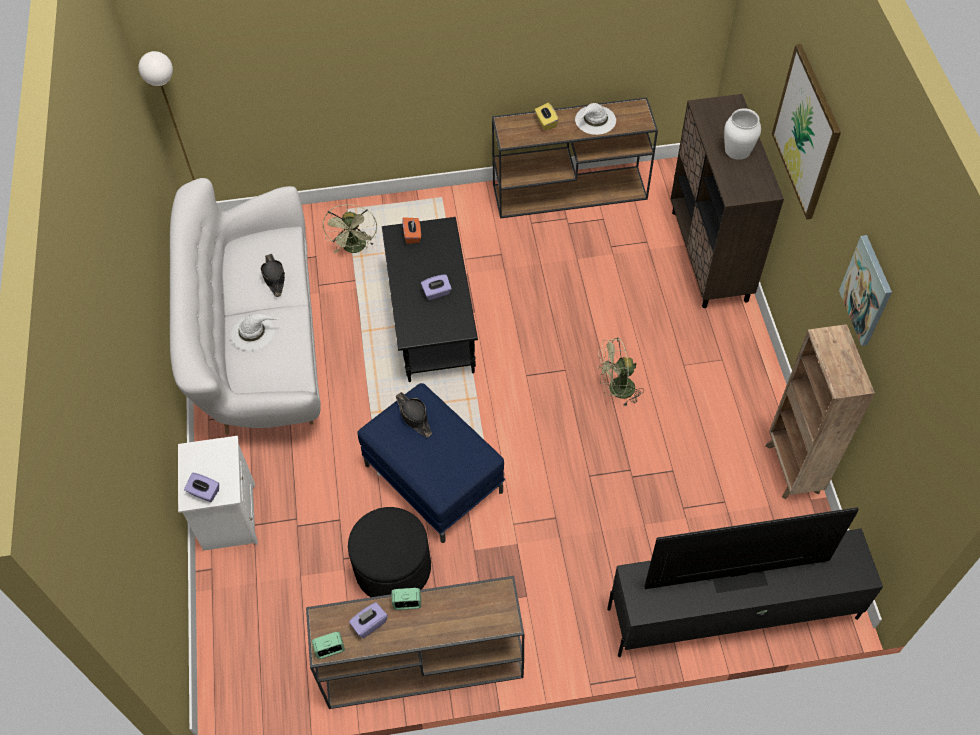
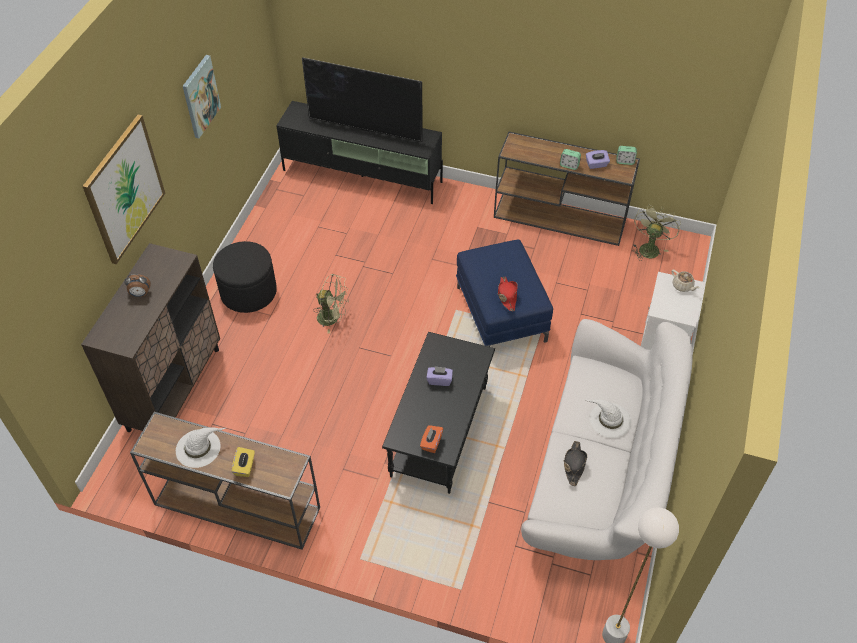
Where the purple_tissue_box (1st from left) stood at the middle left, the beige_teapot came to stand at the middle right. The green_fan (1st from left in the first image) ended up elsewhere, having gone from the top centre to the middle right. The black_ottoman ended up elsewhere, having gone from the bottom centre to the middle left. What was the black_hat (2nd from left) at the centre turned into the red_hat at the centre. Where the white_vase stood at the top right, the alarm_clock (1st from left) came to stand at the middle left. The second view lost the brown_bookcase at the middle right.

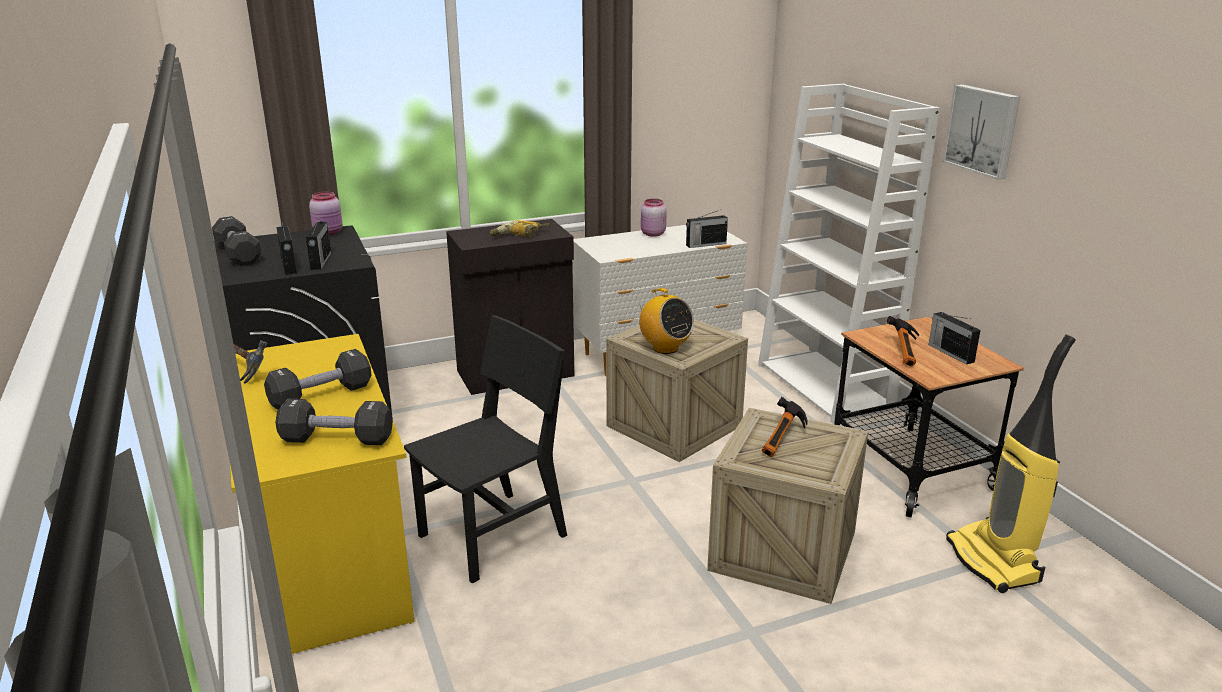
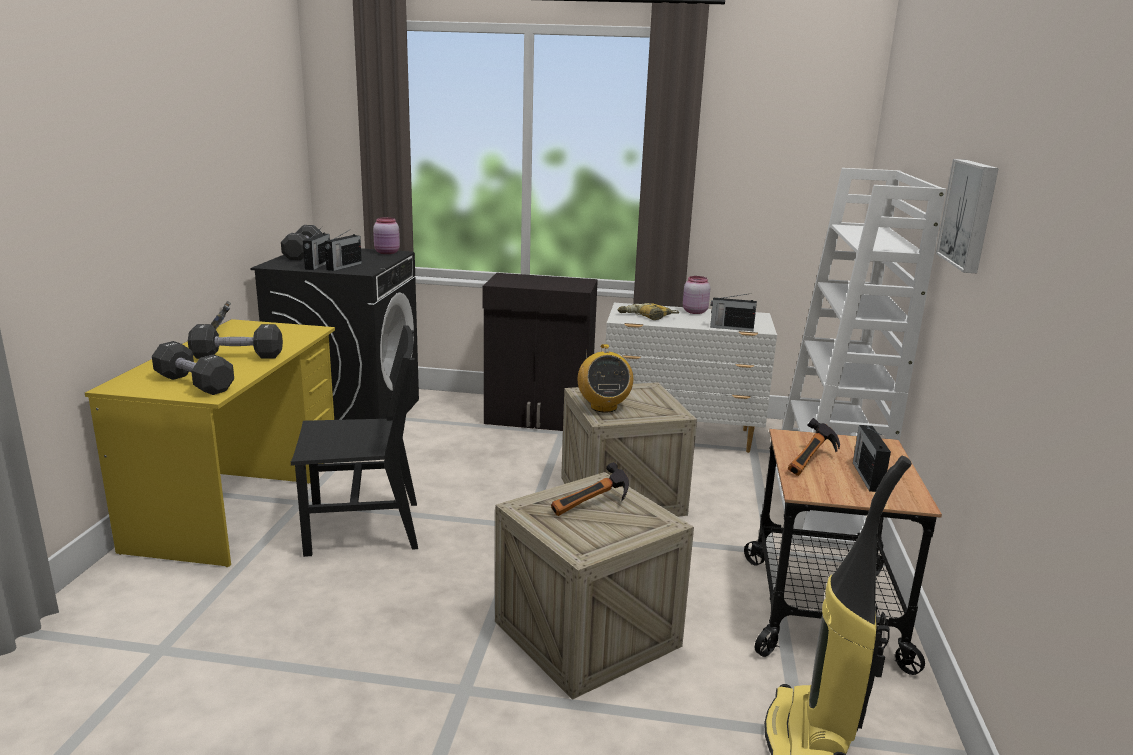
The power_drill ended up elsewhere, having gone from the top centre to the centre.

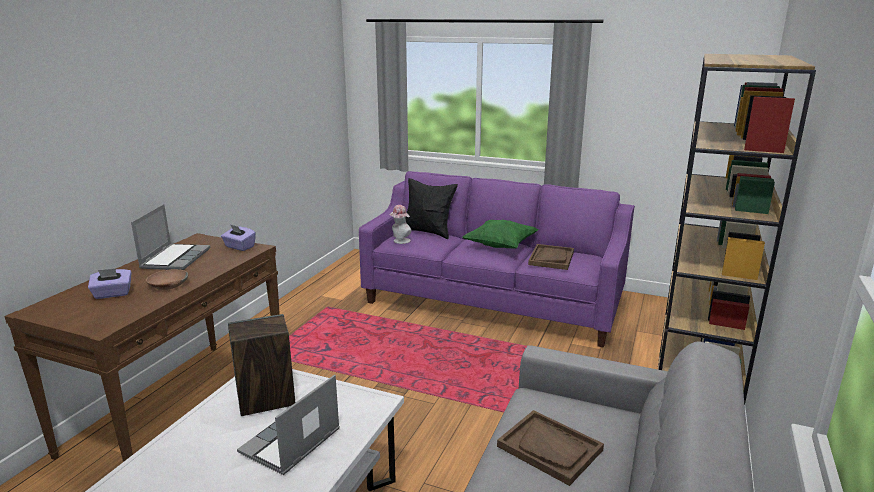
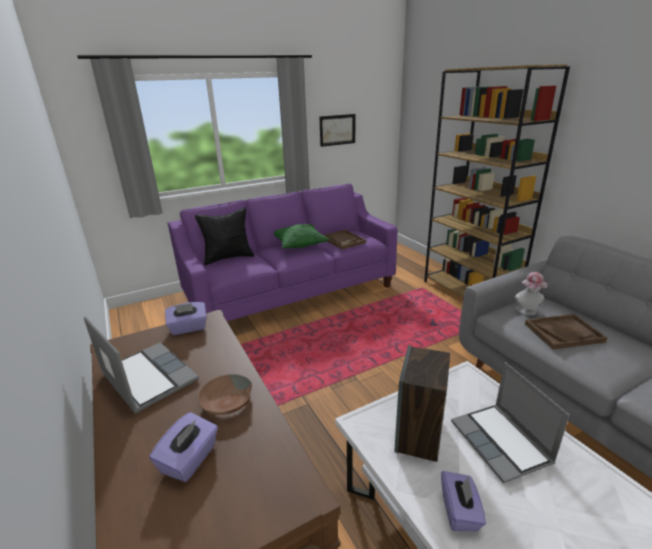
The hat ended up elsewhere, having gone from the centre to the middle right. The second view gained the picture at the top centre. The second view gained the purple_tissue_box (3rd from left) at the bottom right.

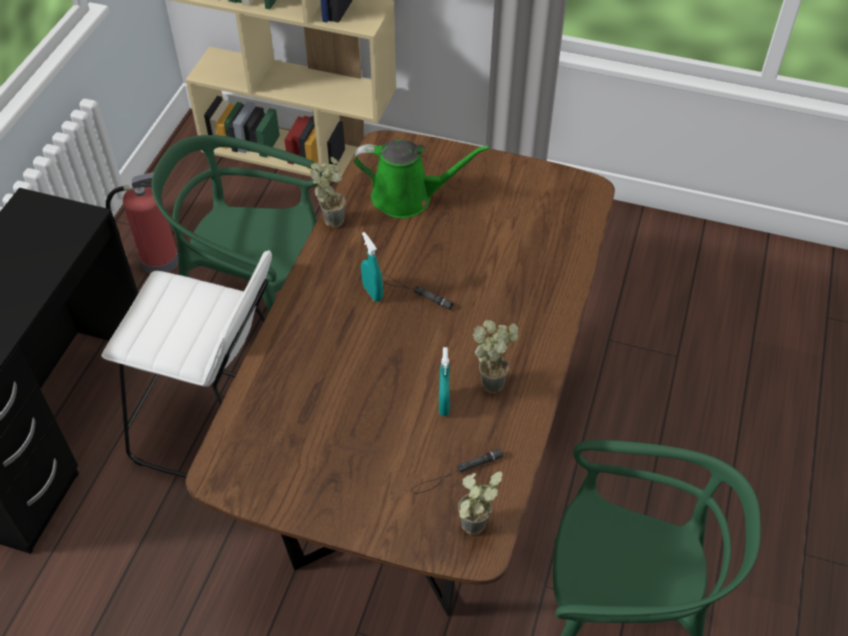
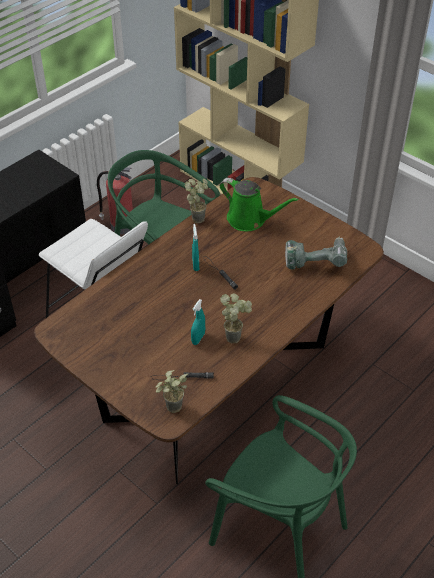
The second view gained the power_drill at the middle right.

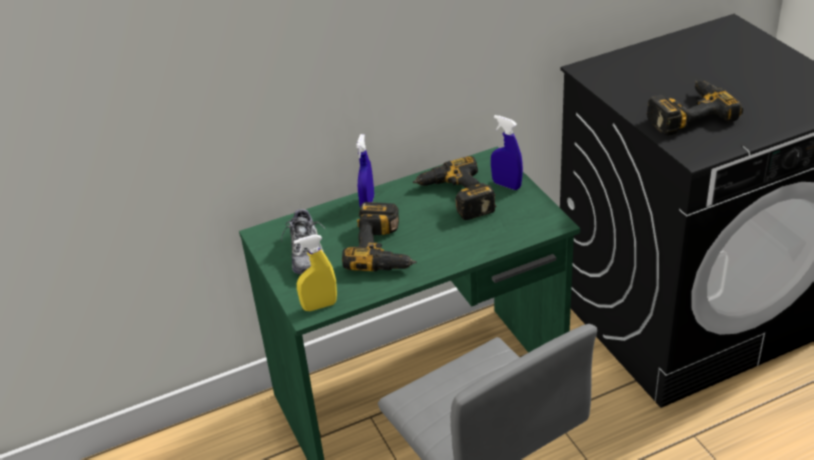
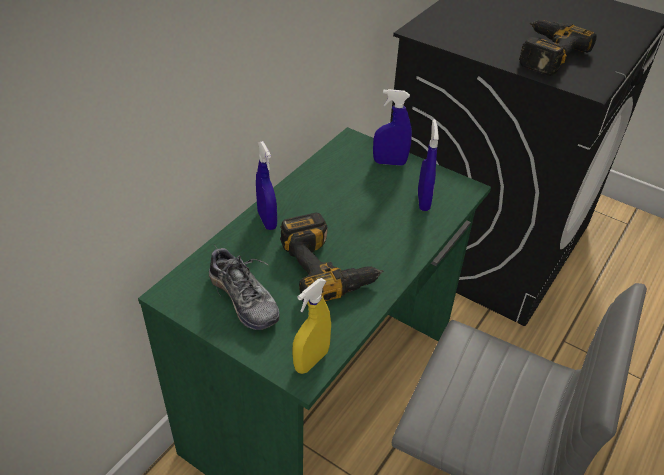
The second view lost the power_drill (2nd from left) at the centre. The second view gained the blue_spray_bottle (3rd from left) at the centre.

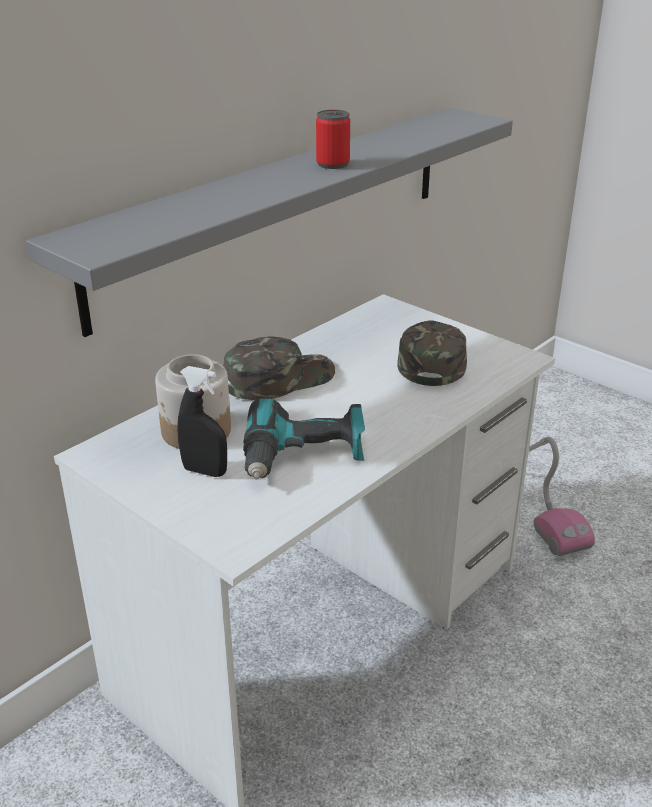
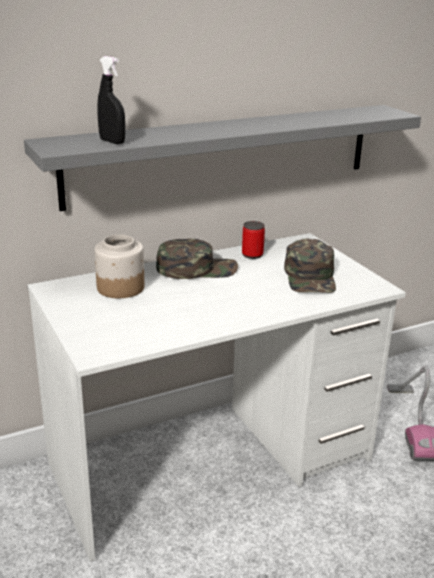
The black_spray_bottle ended up elsewhere, having gone from the middle left to the top left. The second view lost the power_drill at the centre. The can ended up elsewhere, having gone from the top centre to the centre. The green_cap (2nd from left) at the centre ended up facing another way, 150 degrees clockwise from before.

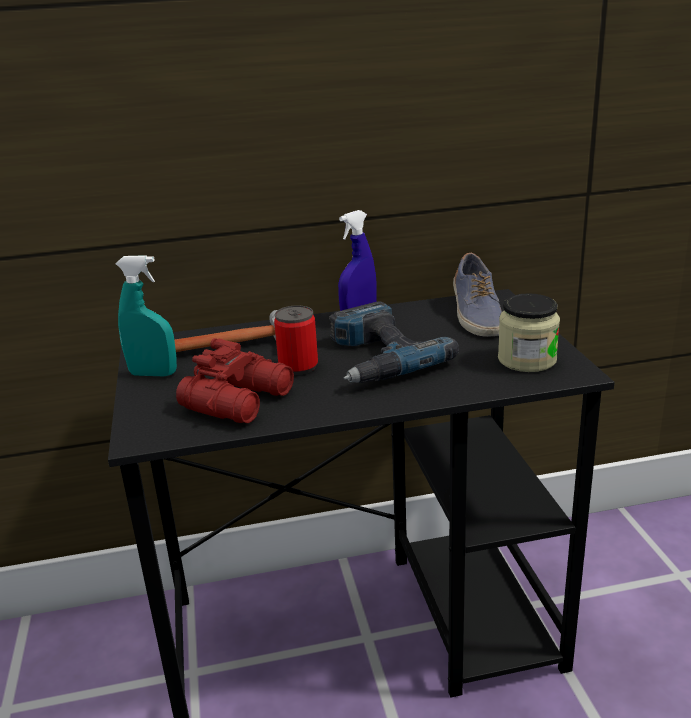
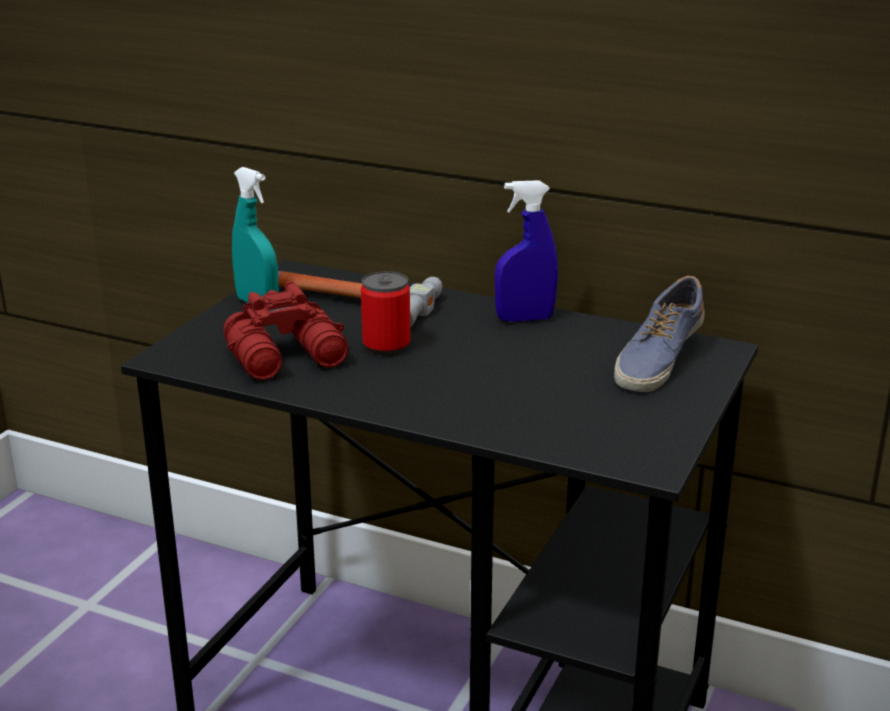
The second view lost the power_drill at the centre. The second view lost the jar at the middle right.

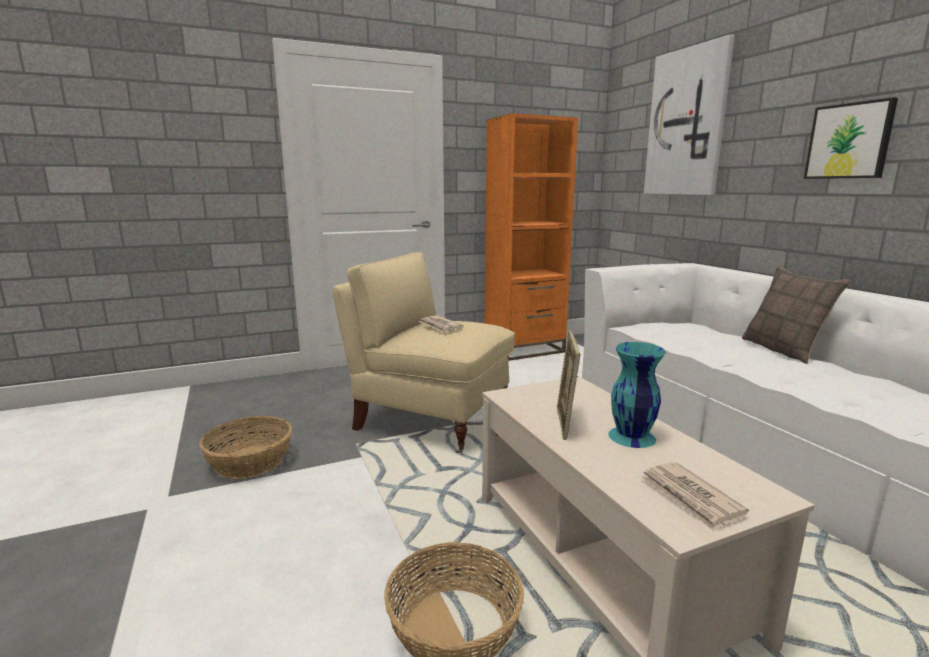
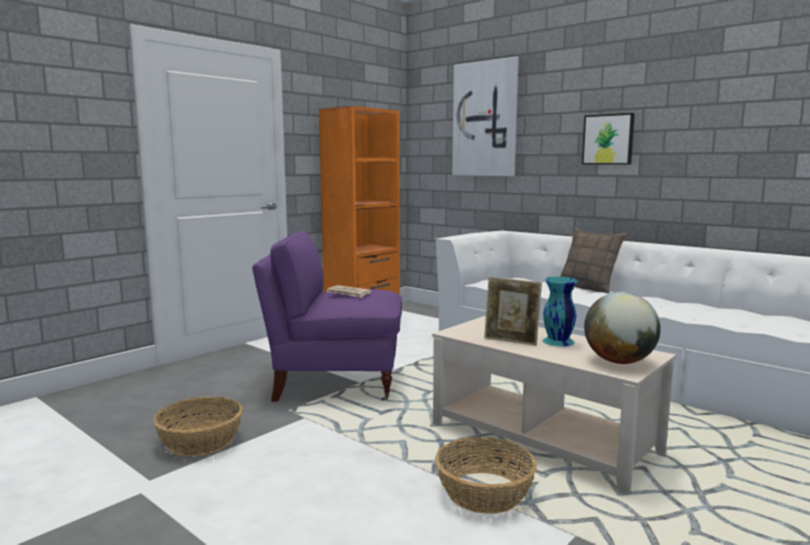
What was the beige_armchair at the centre turned into the purple_armchair at the centre. The picture_frame at the centre ended up facing another way, 45 degrees counterclockwise from before. Where the newspaper (2nd from left) stood at the bottom right, the globe came to stand at the middle right.

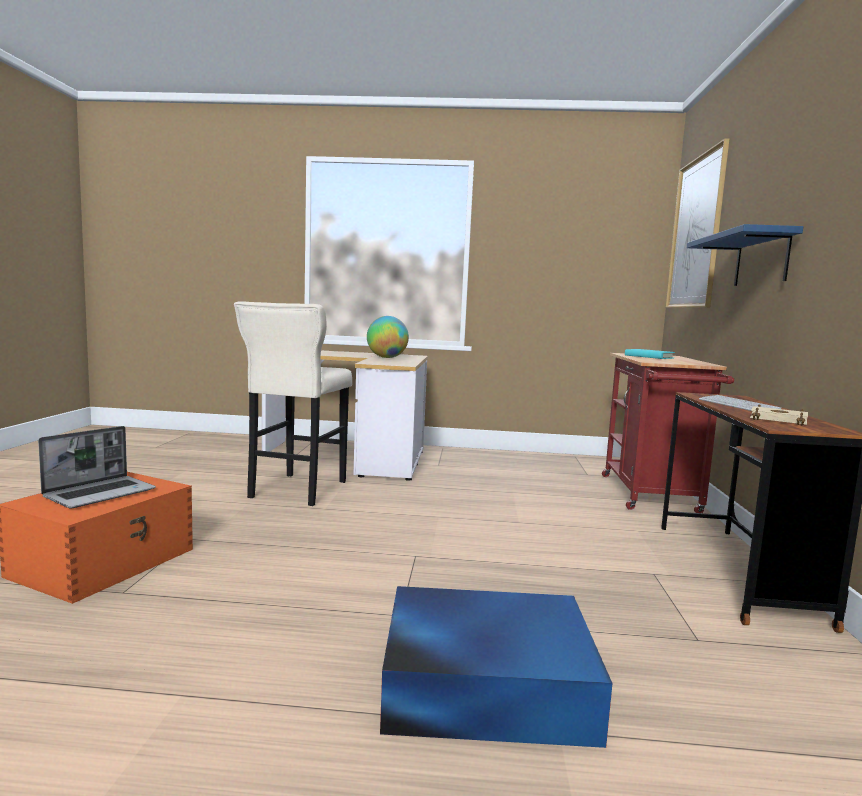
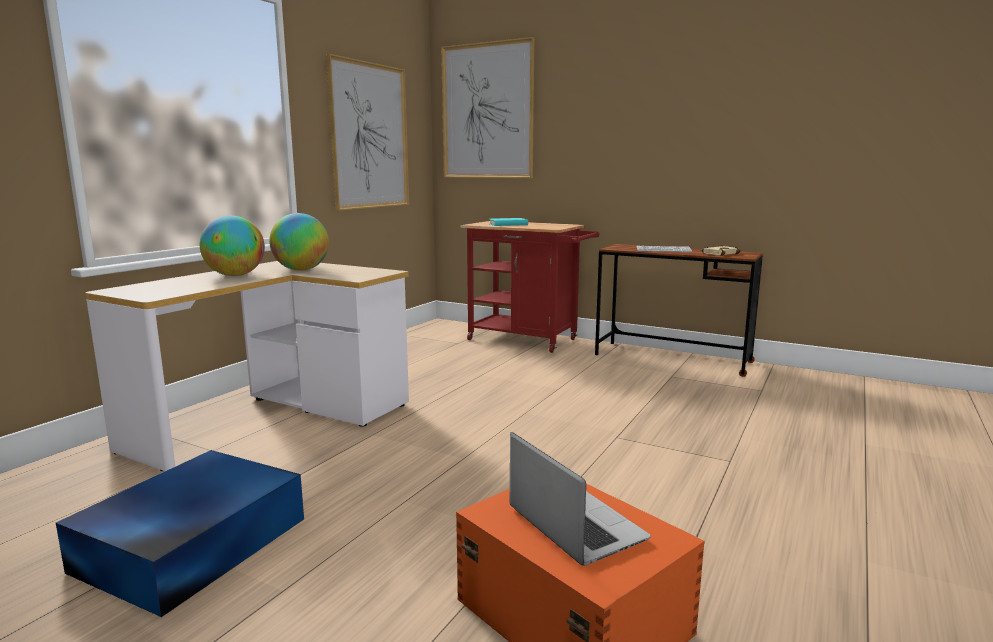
The second view lost the beige_stool at the centre. The blue_storage_box ended up elsewhere, having gone from the bottom centre to the bottom left. The second view lost the blue_shelf at the top right. The second view gained the globe (1st from left) at the middle left. The second view gained the picture (1st from left) at the top centre.

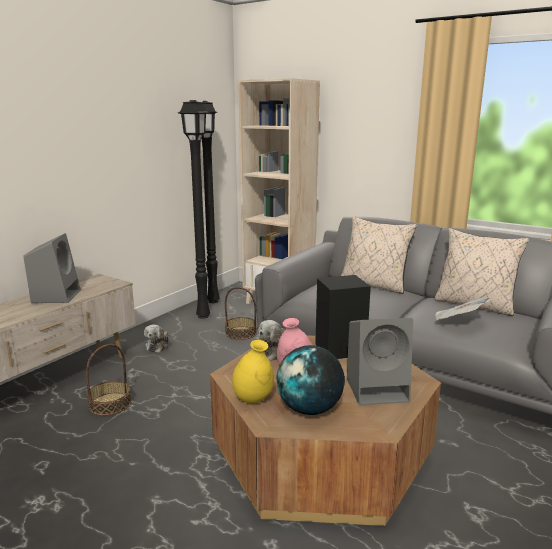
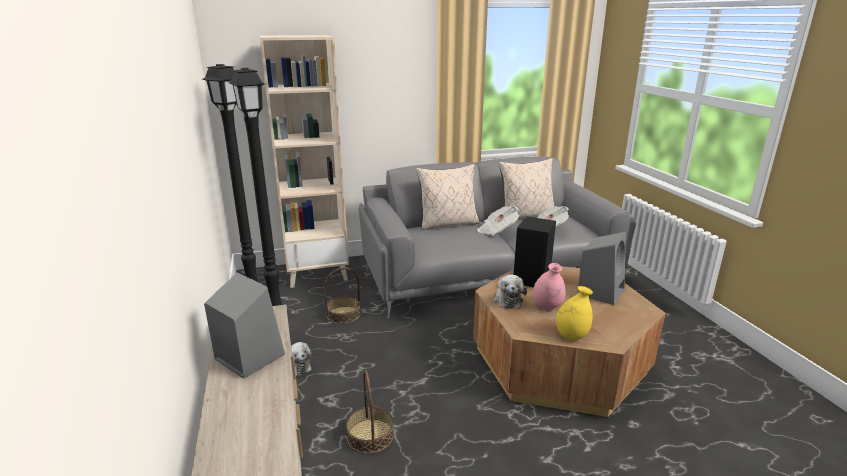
The second view lost the globe at the bottom centre. The second view gained the newspaper (1st from left) at the centre.

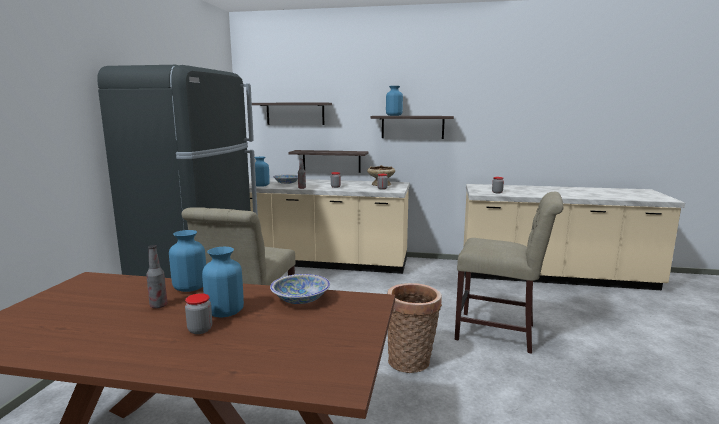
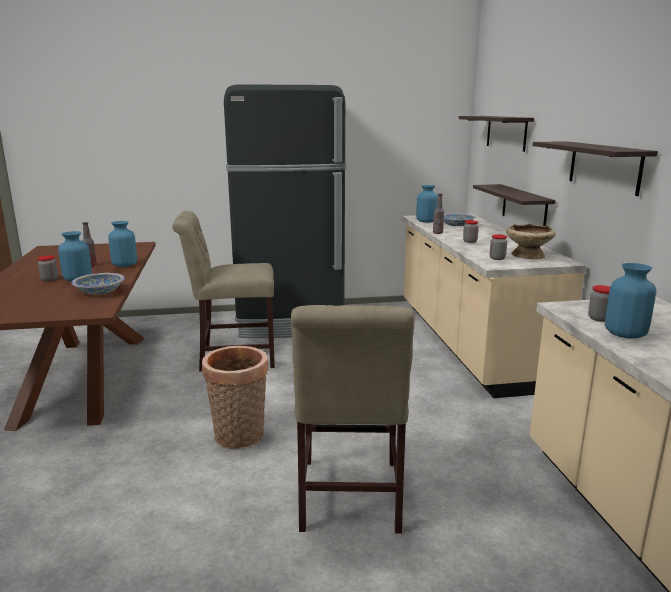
The blue_vase (4th from left) ended up elsewhere, having gone from the top centre to the middle right.

